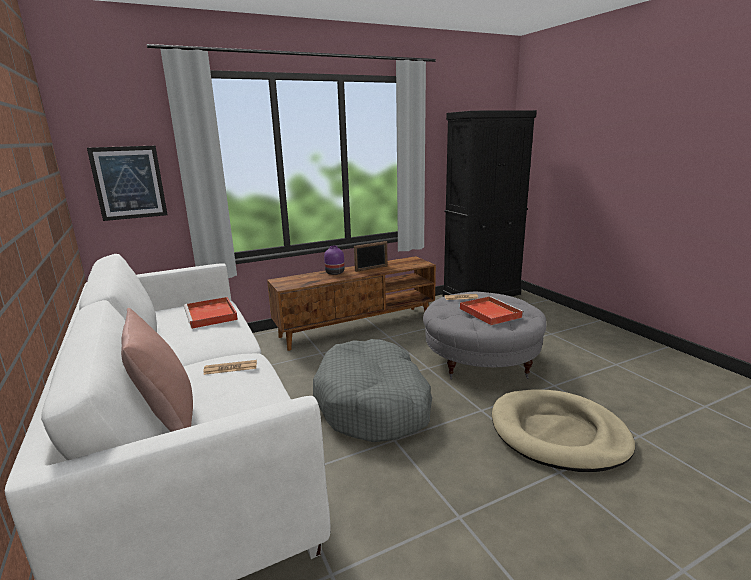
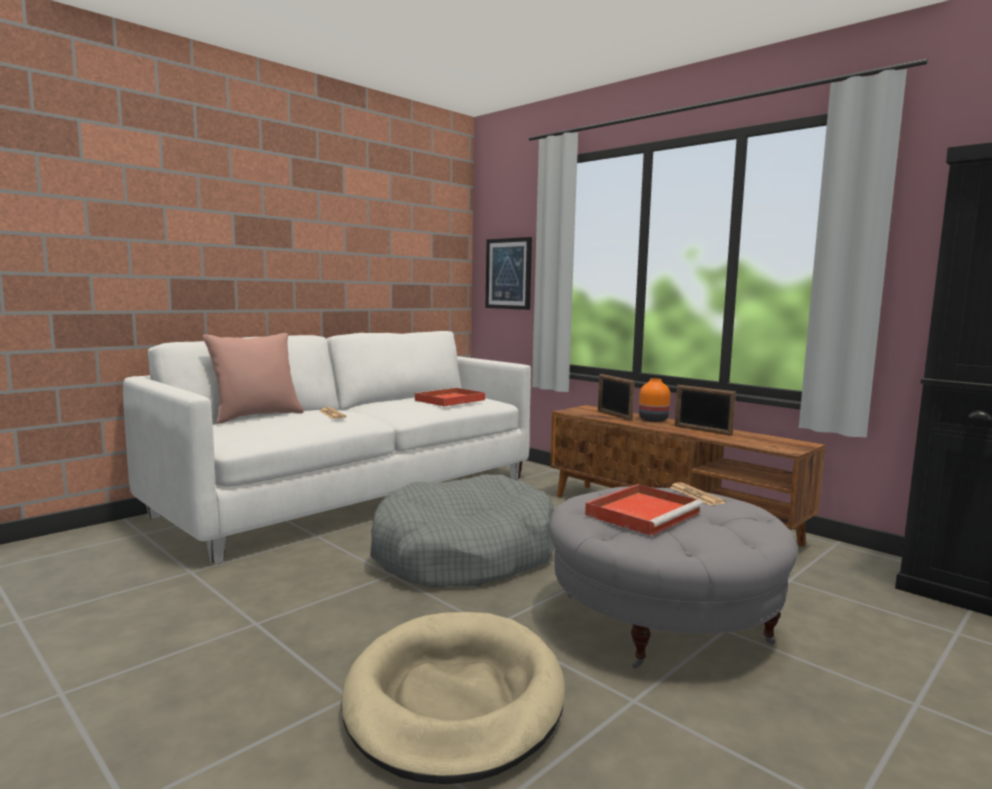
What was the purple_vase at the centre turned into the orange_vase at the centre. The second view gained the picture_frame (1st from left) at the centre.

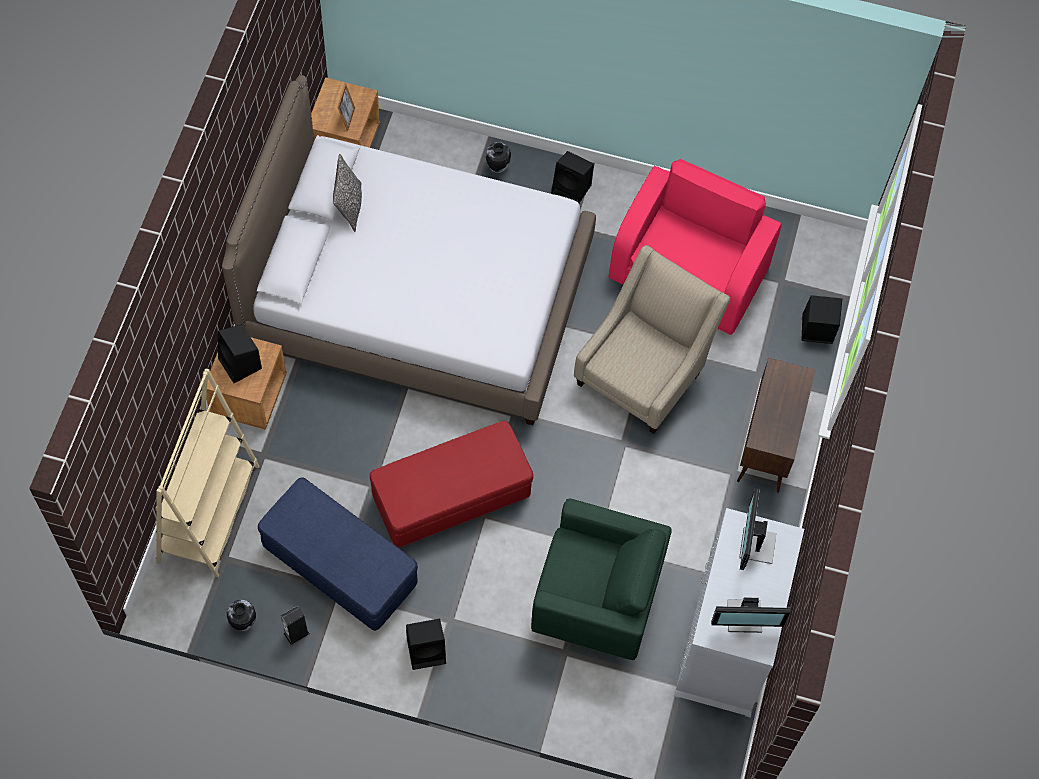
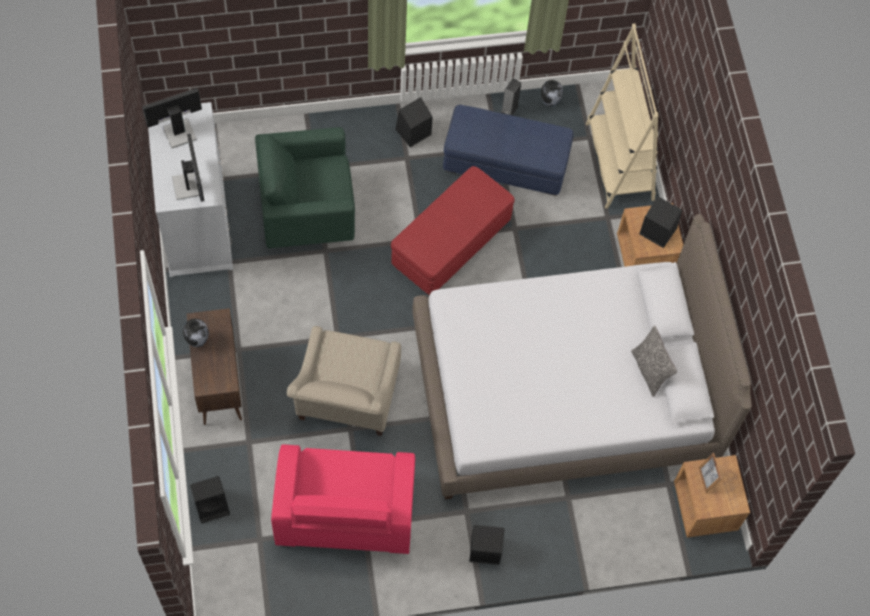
The vase (2nd from left in the first image) ended up elsewhere, having gone from the top centre to the middle left.

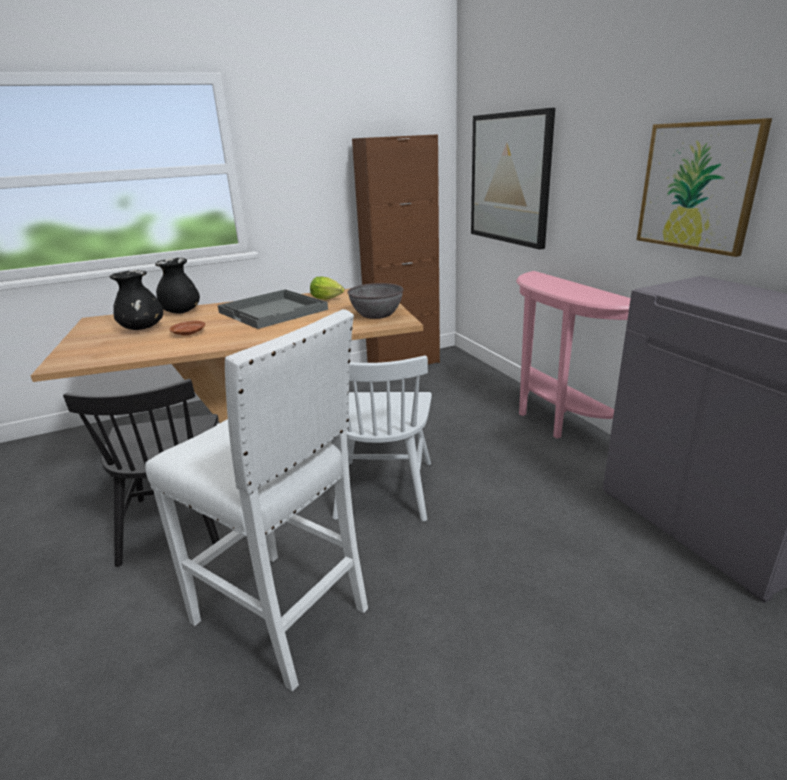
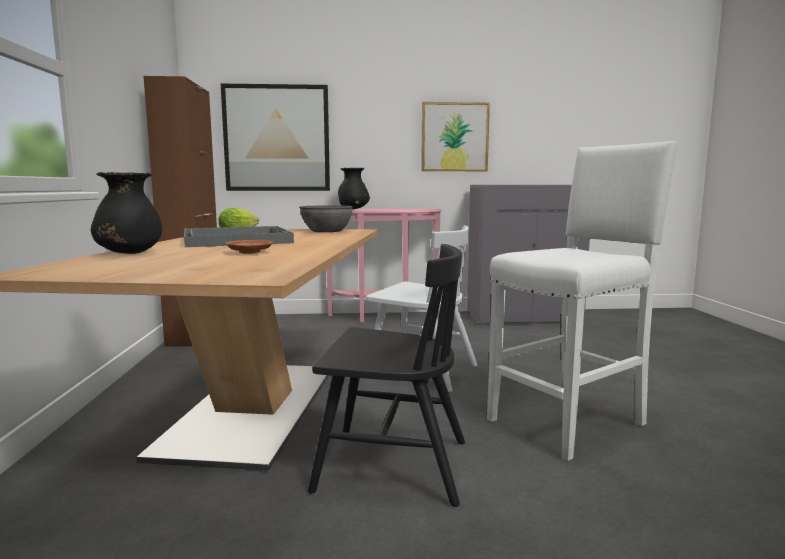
The black_vase (1st from left in the first image) ended up elsewhere, having gone from the middle left to the centre.

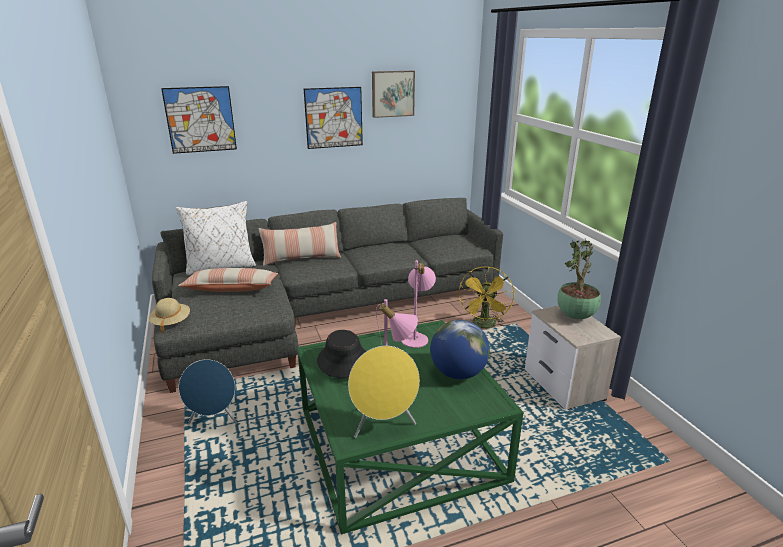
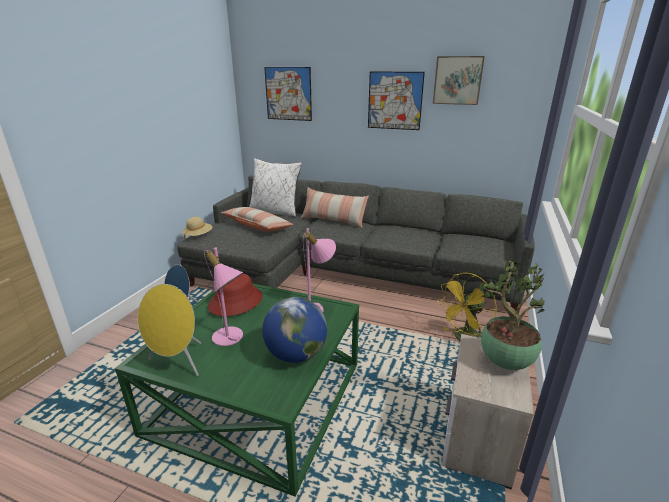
What was the black_hat at the centre turned into the red_hat at the centre.

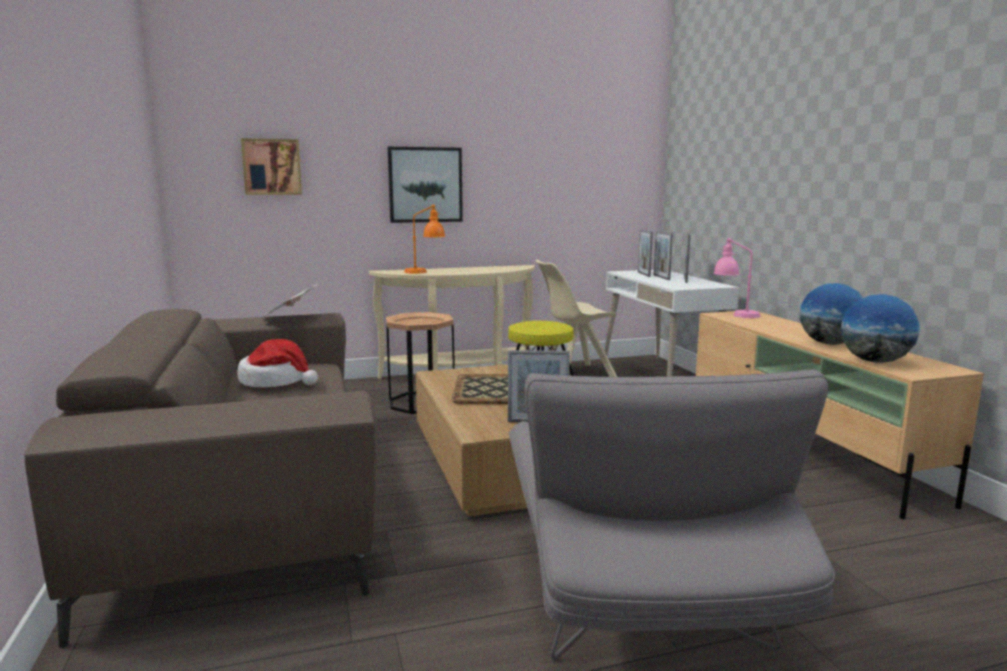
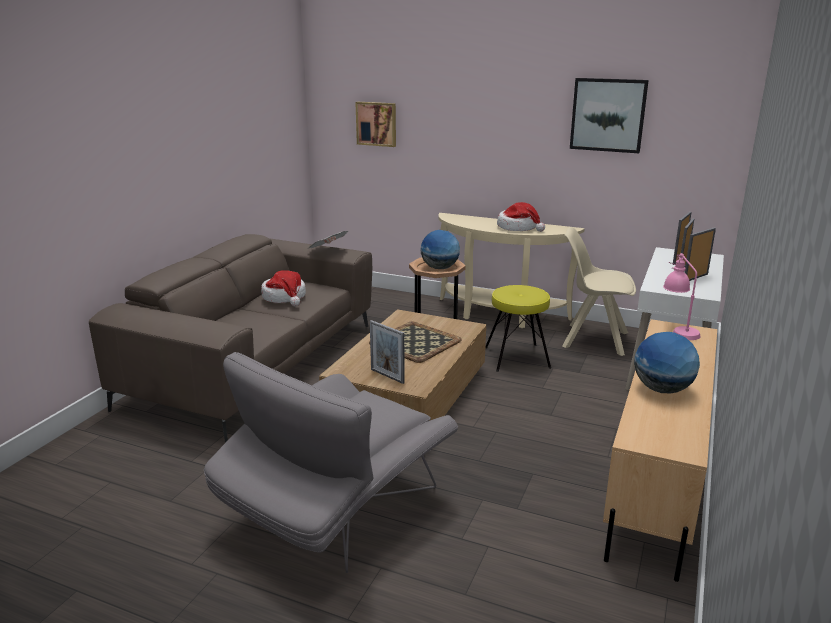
The picture (2nd from left) ended up elsewhere, having gone from the top centre to the top right. The second view lost the orange_table_lamp at the centre. The globe (2nd from left in the first image) ended up elsewhere, having gone from the middle right to the centre. The second view gained the hat (2nd from left) at the centre.

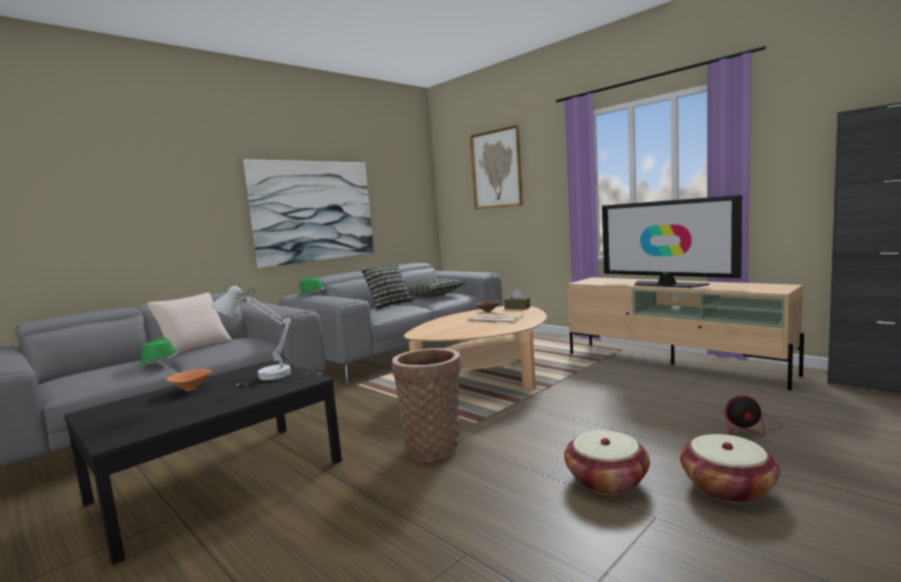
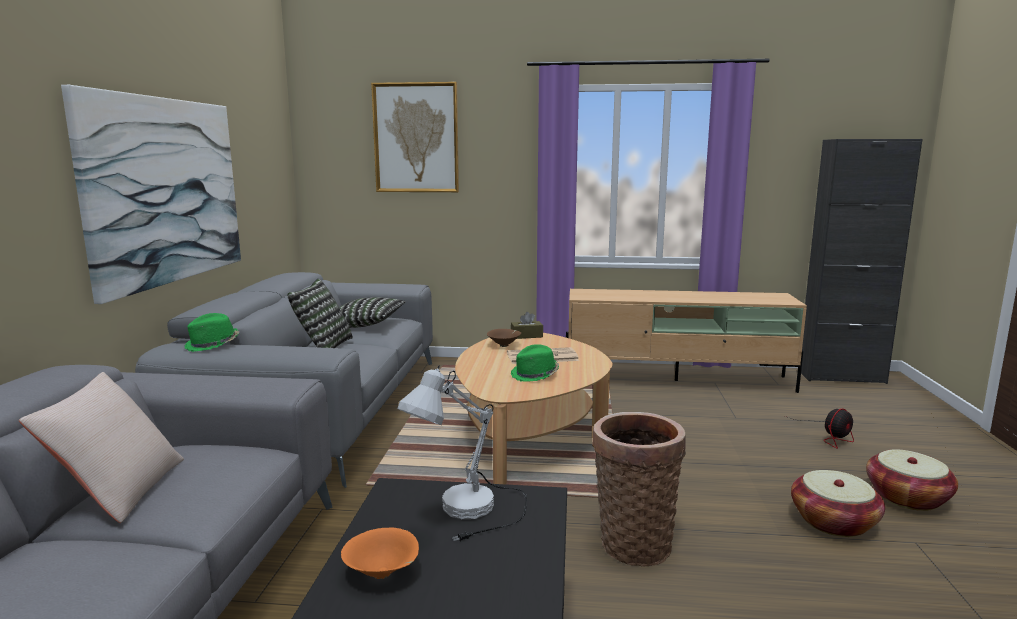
The green_hat (1st from left in the first image) ended up elsewhere, having gone from the middle left to the centre. The second view lost the television at the middle right.

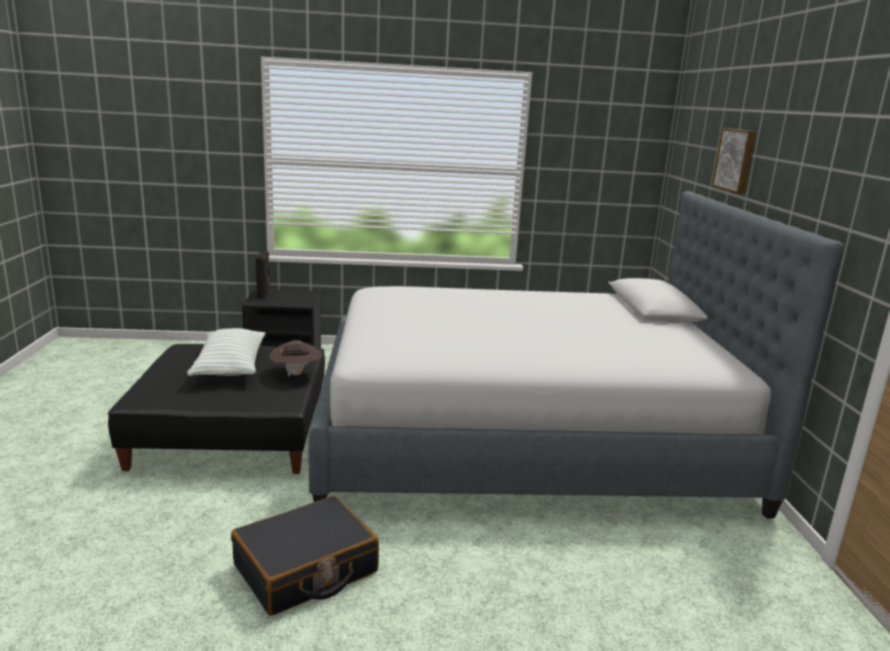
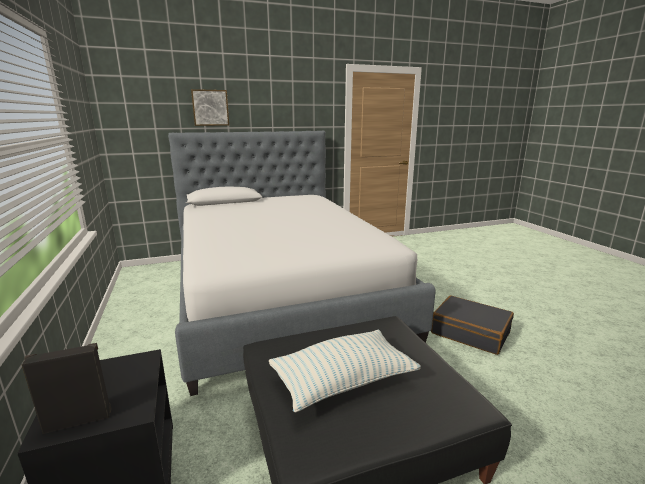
The second view lost the brown_hat at the middle left.

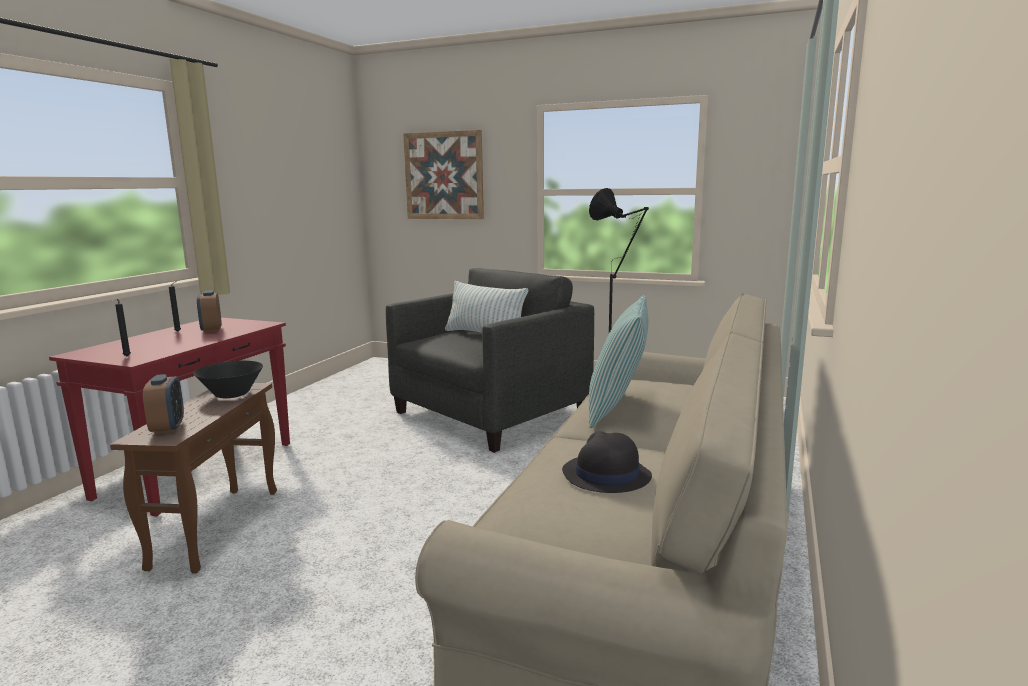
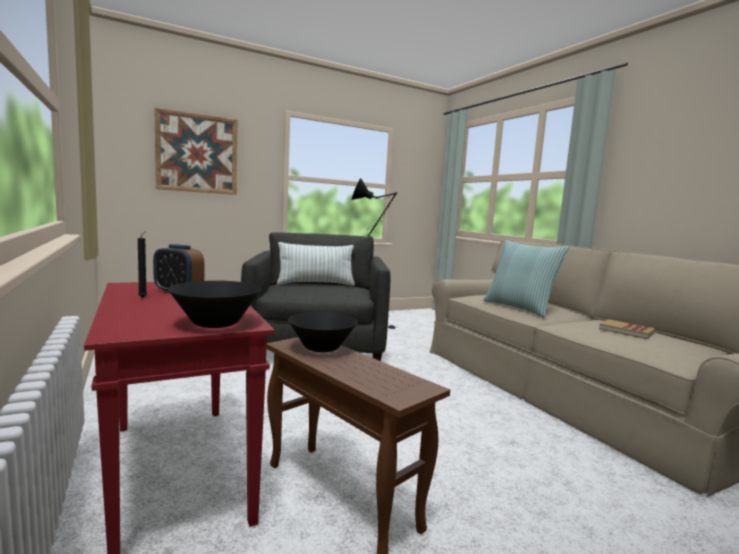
Where the black_candle (1st from left) stood at the middle left, the black_bowl (1st from left) came to stand at the middle left. The second view lost the alarm_clock (1st from left) at the middle left. Where the black_hat stood at the bottom centre, the book came to stand at the middle right.

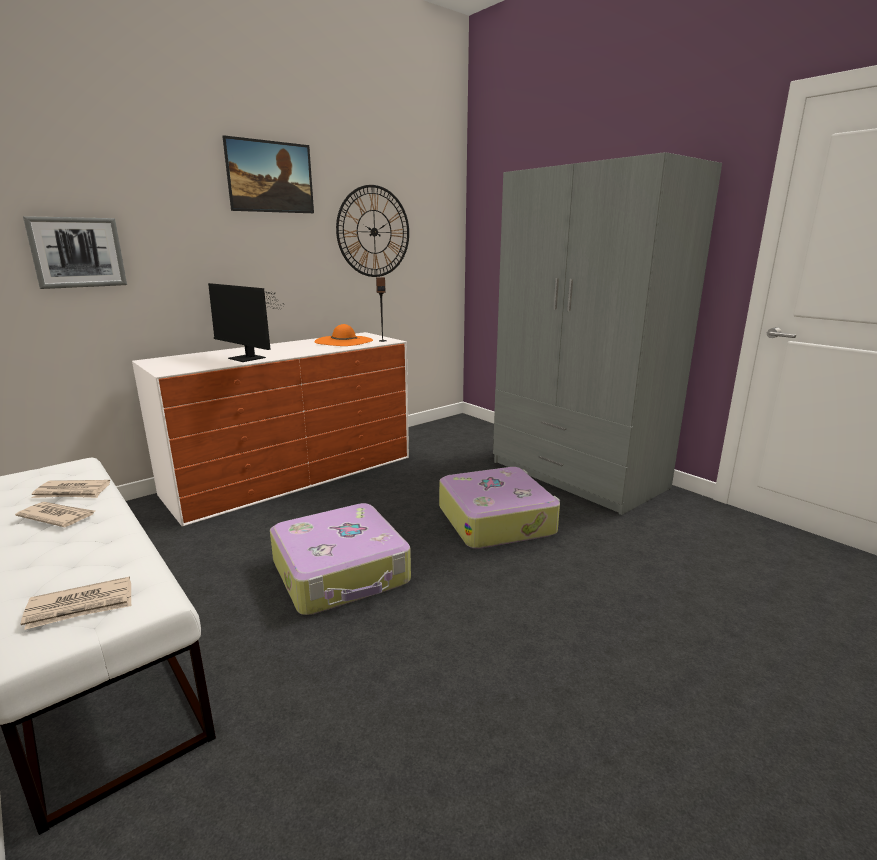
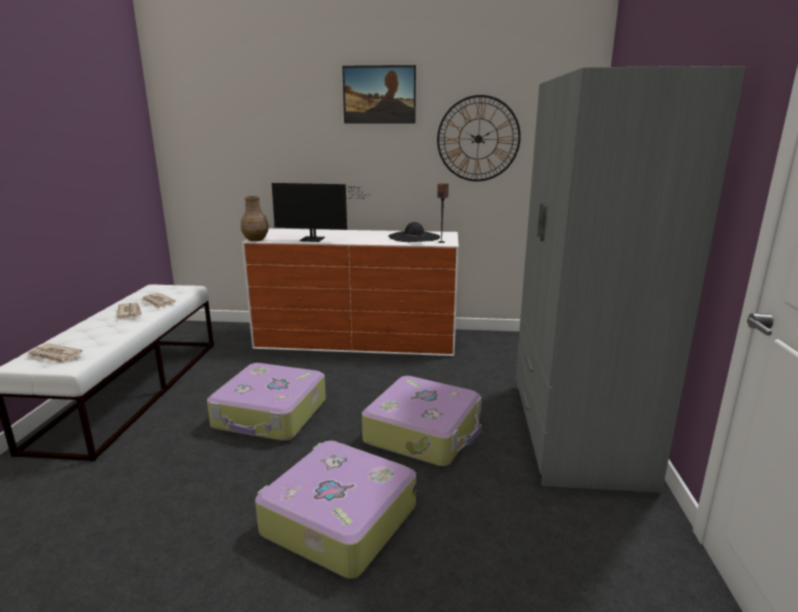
The second view lost the picture (1st from left) at the top left. The monitor at the middle left ended up facing another way, 75 degrees counterclockwise from before. What was the orange_hat at the centre turned into the black_hat at the centre. The second view gained the brown_vase at the middle left. The second view gained the suitcase (2nd from left) at the bottom centre.

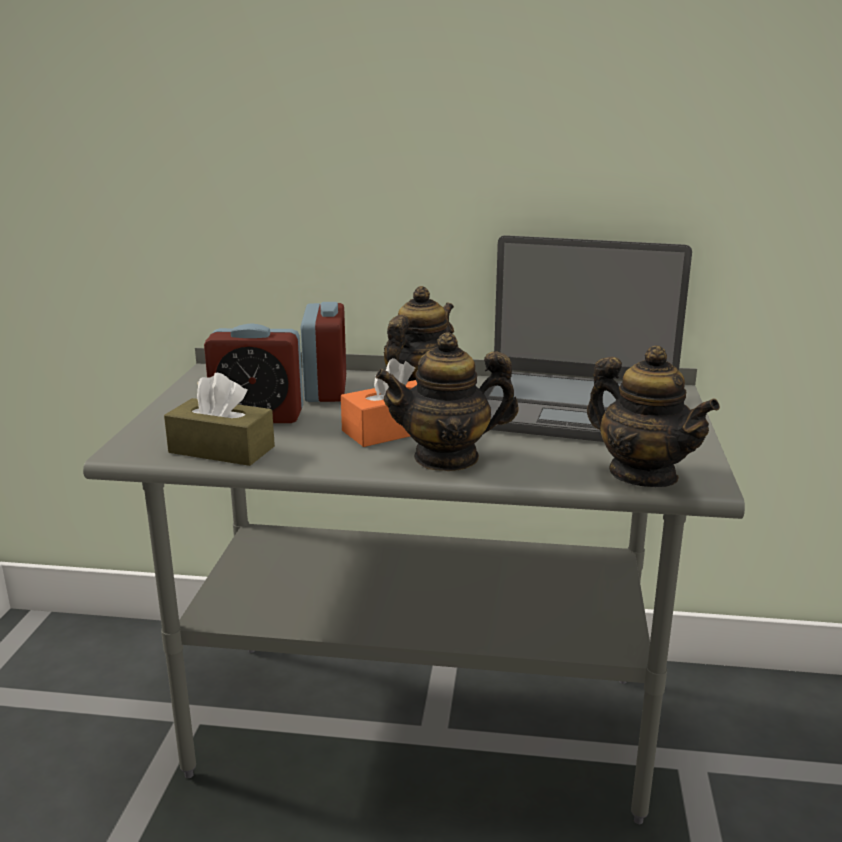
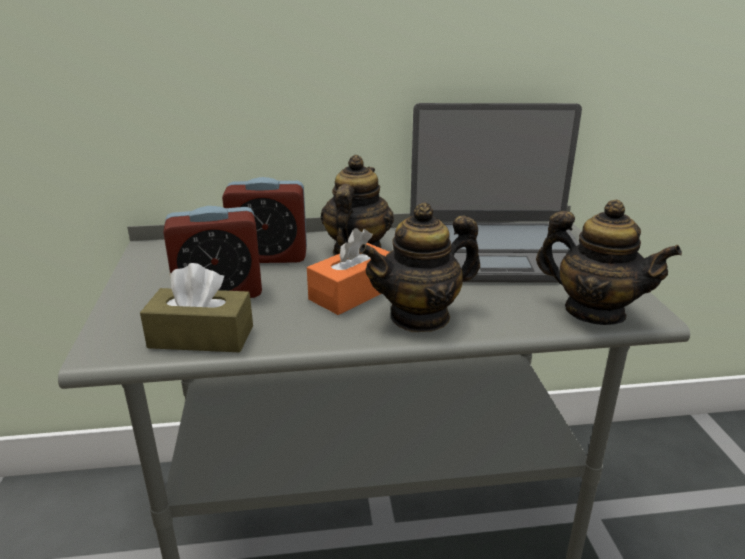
The alarm_clock (2nd from left) at the centre ended up facing another way, 105 degrees clockwise from before.

